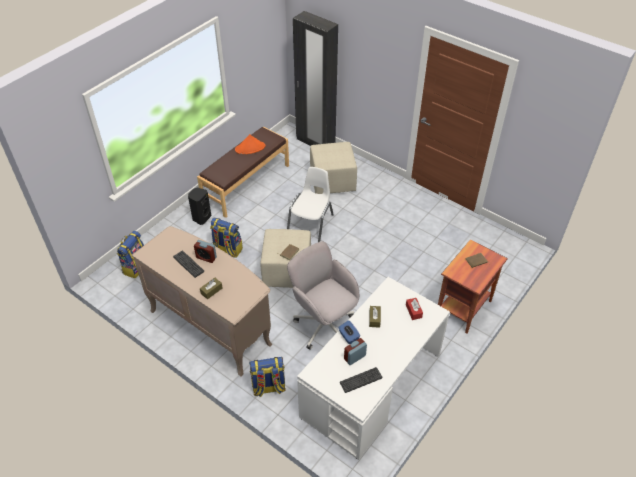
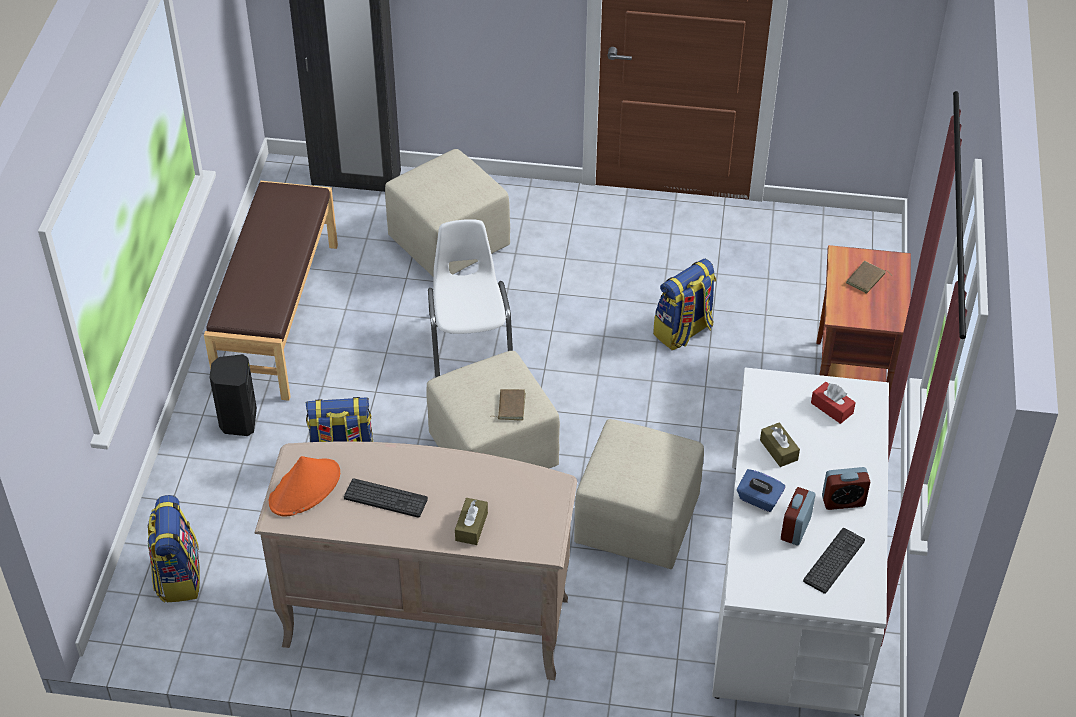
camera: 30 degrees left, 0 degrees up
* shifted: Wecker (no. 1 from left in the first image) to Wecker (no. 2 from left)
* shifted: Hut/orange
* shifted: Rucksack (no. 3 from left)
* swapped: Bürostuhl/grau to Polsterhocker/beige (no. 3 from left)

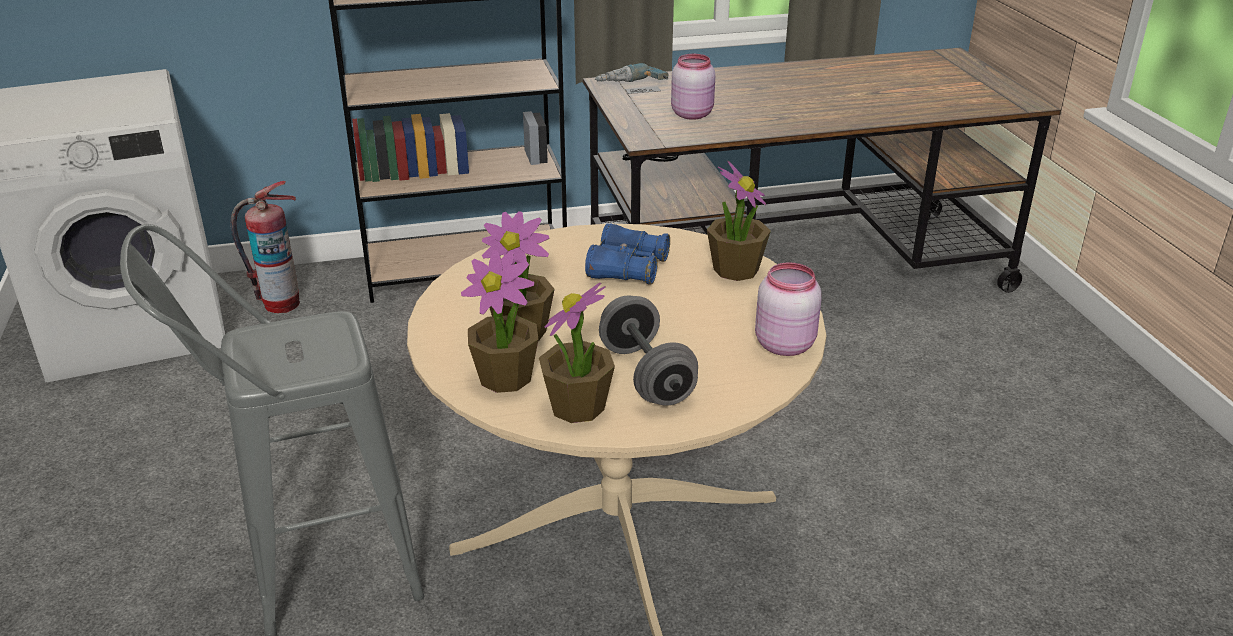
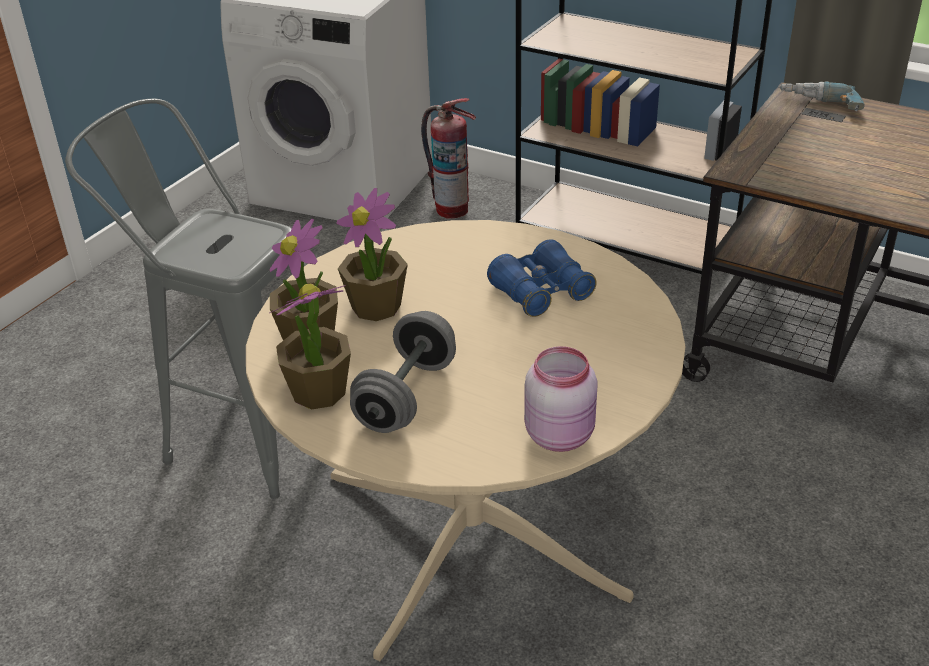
camera: 45 degrees right, 5 degrees up
* gone: Vorratsglas/rosa (no. 1 from left)
* gone: Topfpflanze (no. 4 from left)

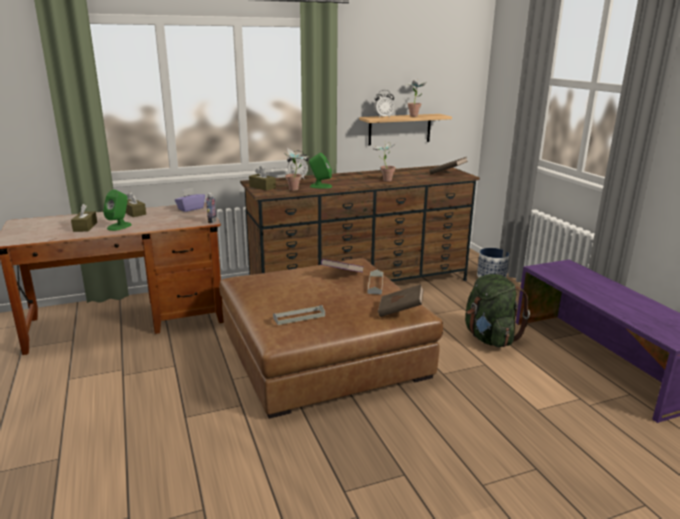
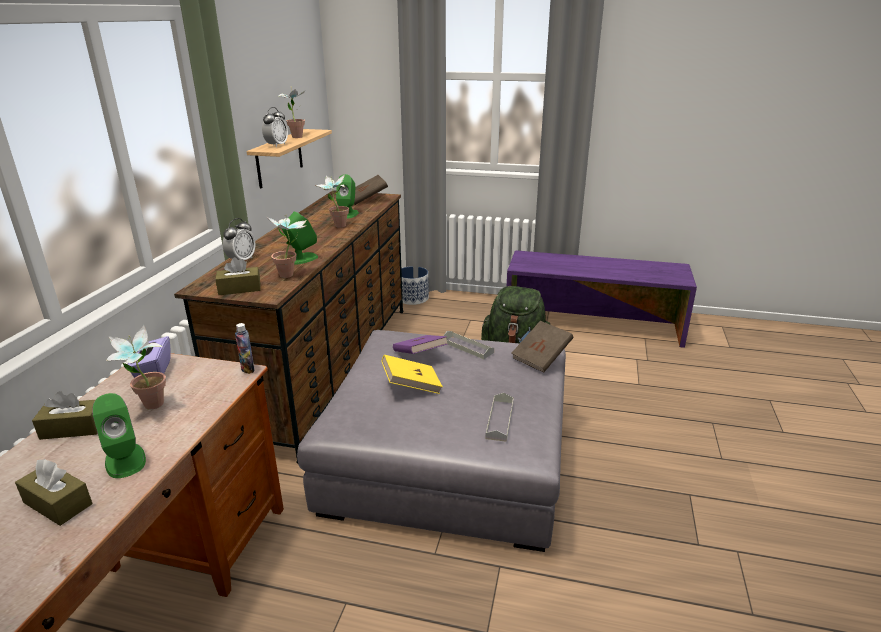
camera: 55 degrees left, 5 degrees up
* new: Topfpflanze (no. 1 from left)
* new: Lautsprecher/grün (no. 3 from left)
* new: Buch/gelb
* repainted: Polsterhocker/braun to Polsterhocker/grau

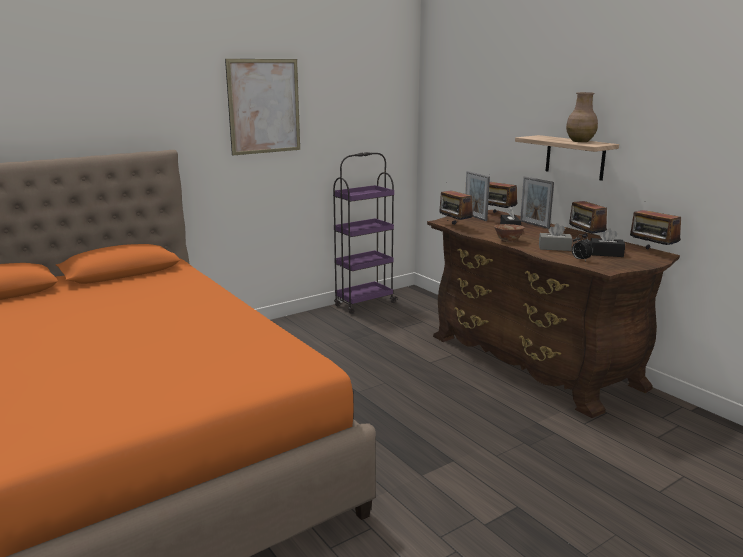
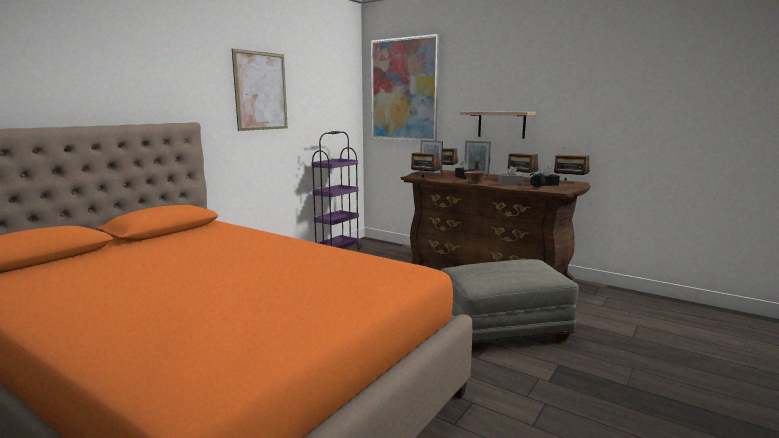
camera: 20 degrees left, 5 degrees down
* gone: Vase/braun
* new: Bild (no. 2 from left)
* new: Polsterhocker/grau

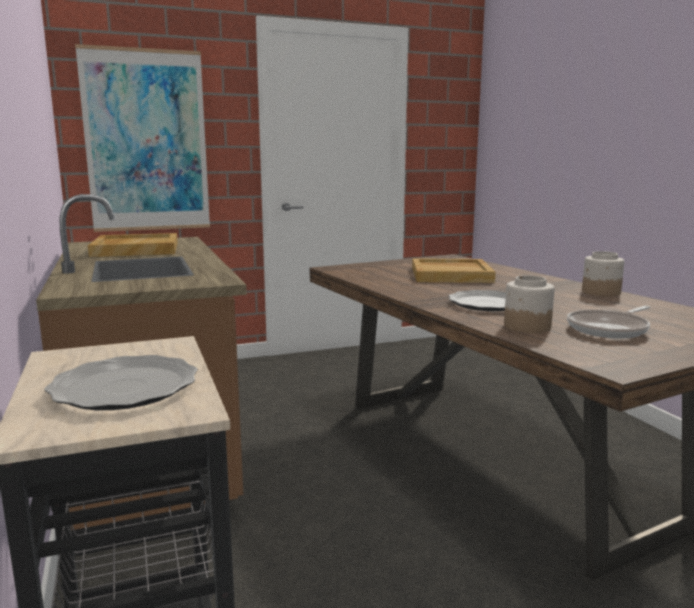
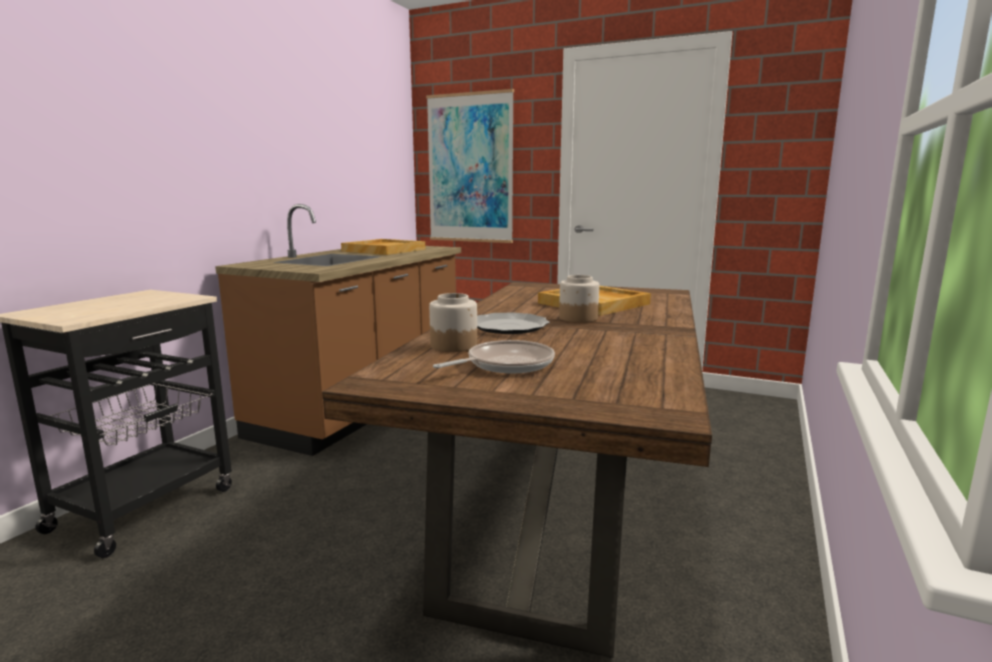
camera: 45 degrees right, 0 degrees up
* gone: Teller (no. 1 from left)
* shifted: Vorratsglas (no. 2 from left)
* rotated: Pfanne 135 degrees clockwise

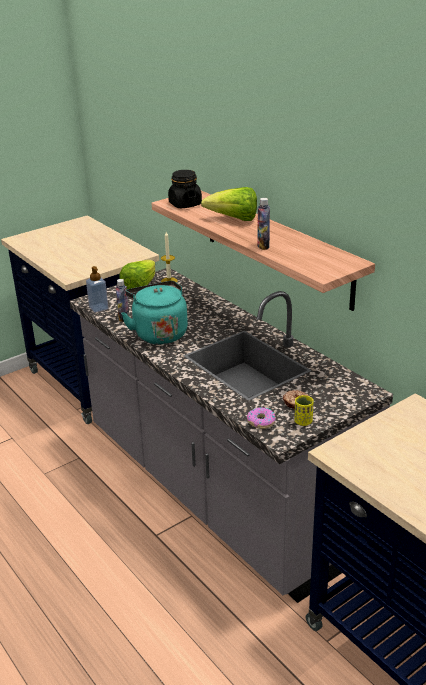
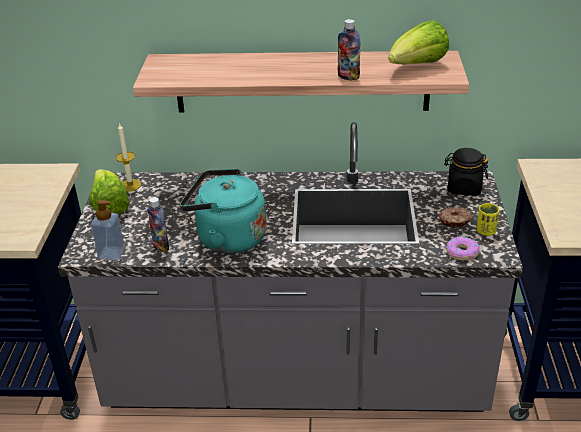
camera: 50 degrees left, 5 degrees up
* shifted: Vorratsglas/schwarz
* shifted: Salatkopf (no. 2 from left)

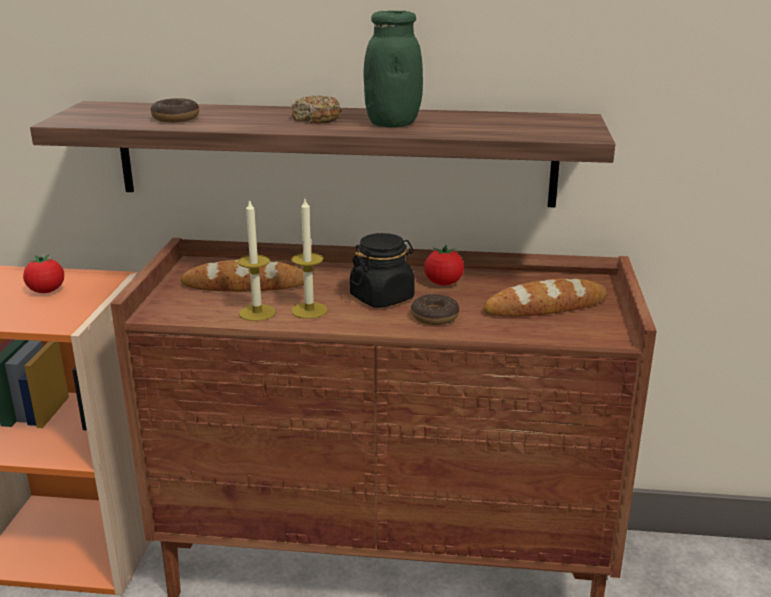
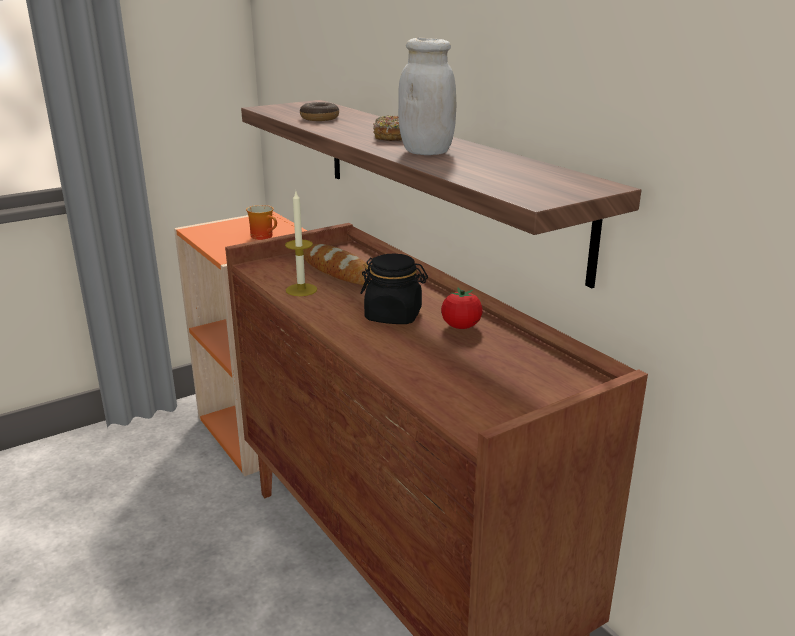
camera: 50 degrees right, 0 degrees up
* gone: Kerze (no. 2 from left)
* gone: Donut (no. 3 from left)
* gone: Brot (no. 2 from left)
* swapped: Tomate (no. 1 from left) to Henkelbecher
* repainted: Vorratsglas/grün to Vorratsglas/weiß

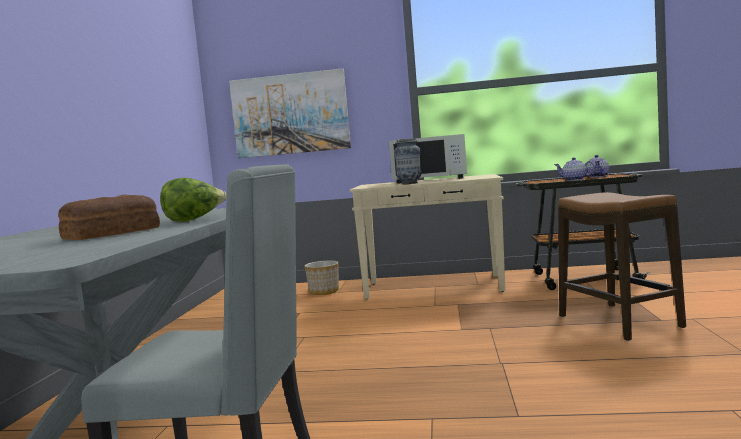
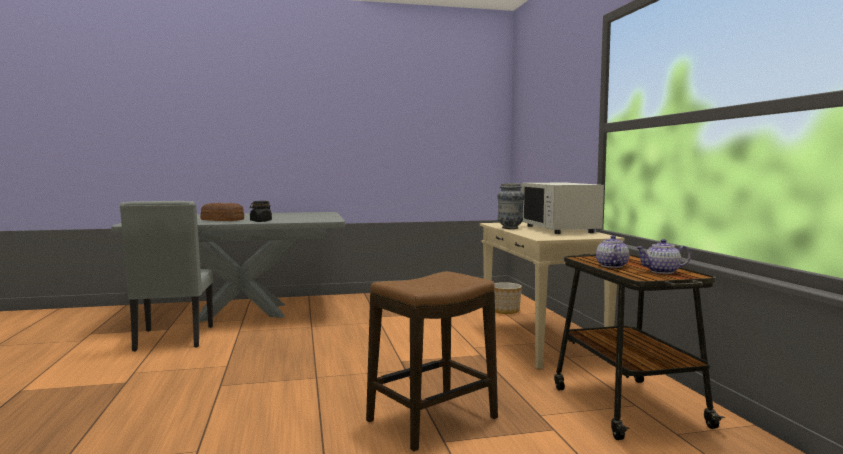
camera: 70 degrees right, 0 degrees up
* gone: Bild
* swapped: Salatkopf to Vorratsglas/schwarz

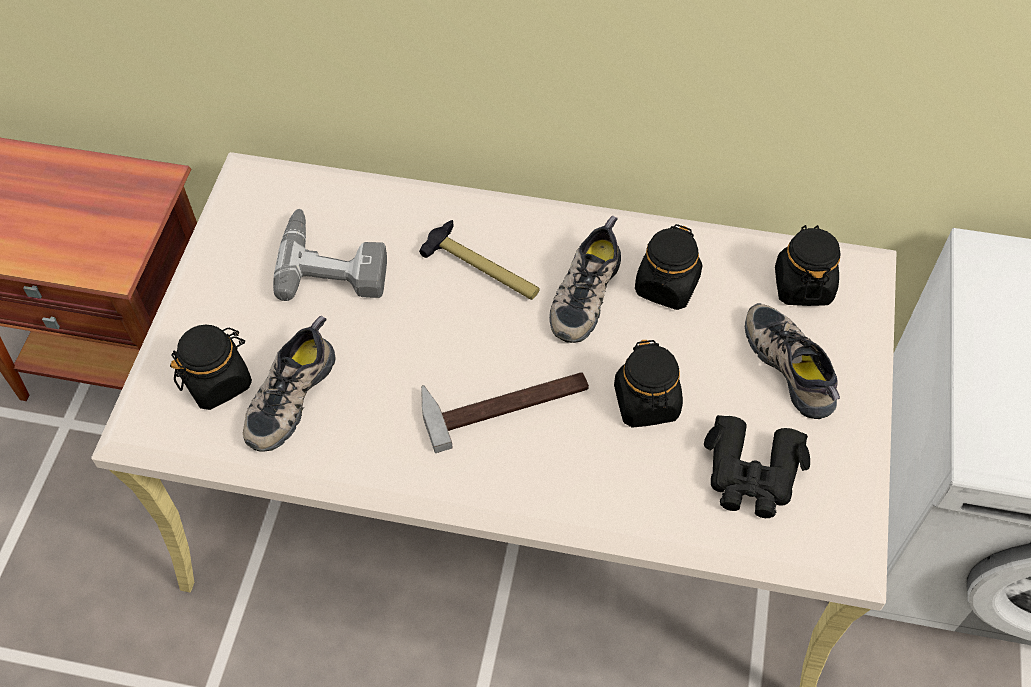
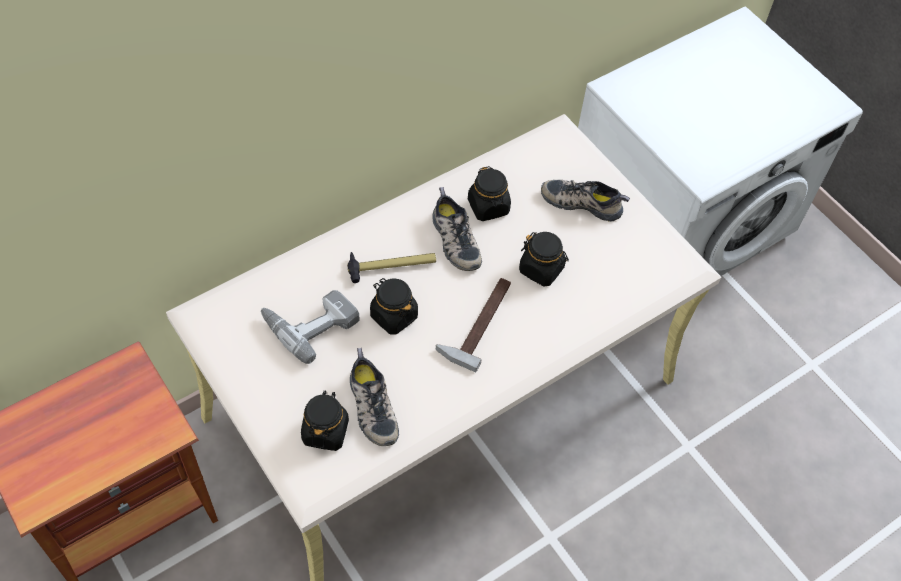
camera: 50 degrees left, 0 degrees up
* gone: Fernglas/schwarz
* shifted: Vorratsglas/schwarz (no. 4 from left in the first image) to Vorratsglas/schwarz (no. 2 from left)

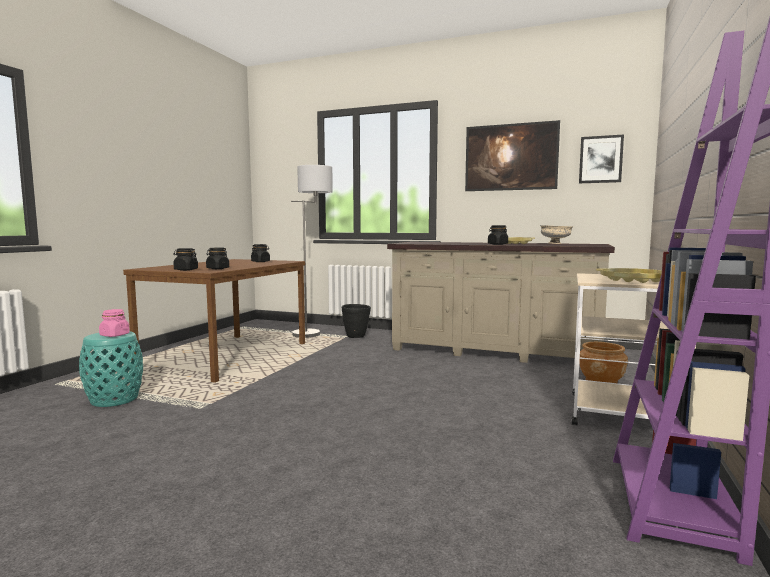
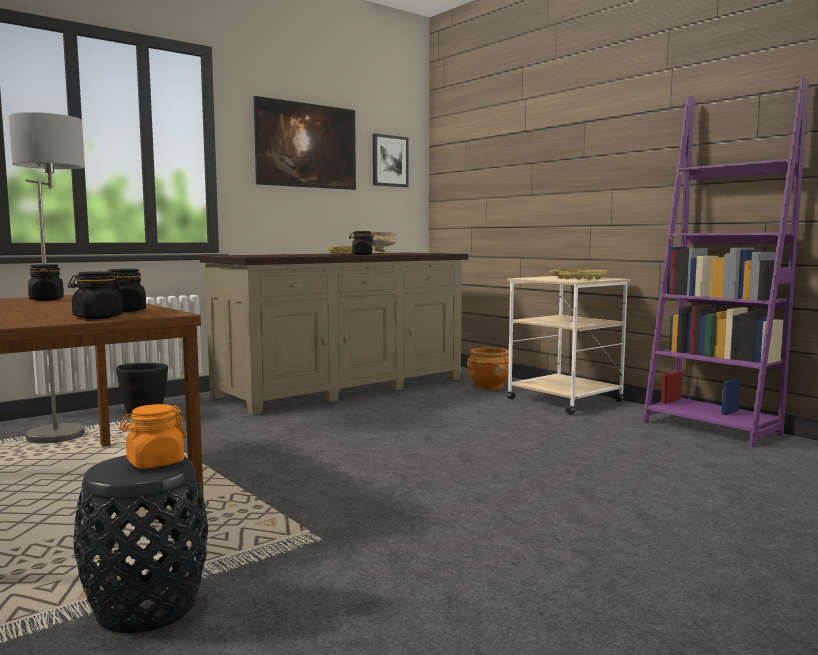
camera: 60 degrees left, 0 degrees up
* repainted: Hocker/türkis to Hocker/schwarz
* repainted: Vorratsglas/rosa to Vorratsglas/orange

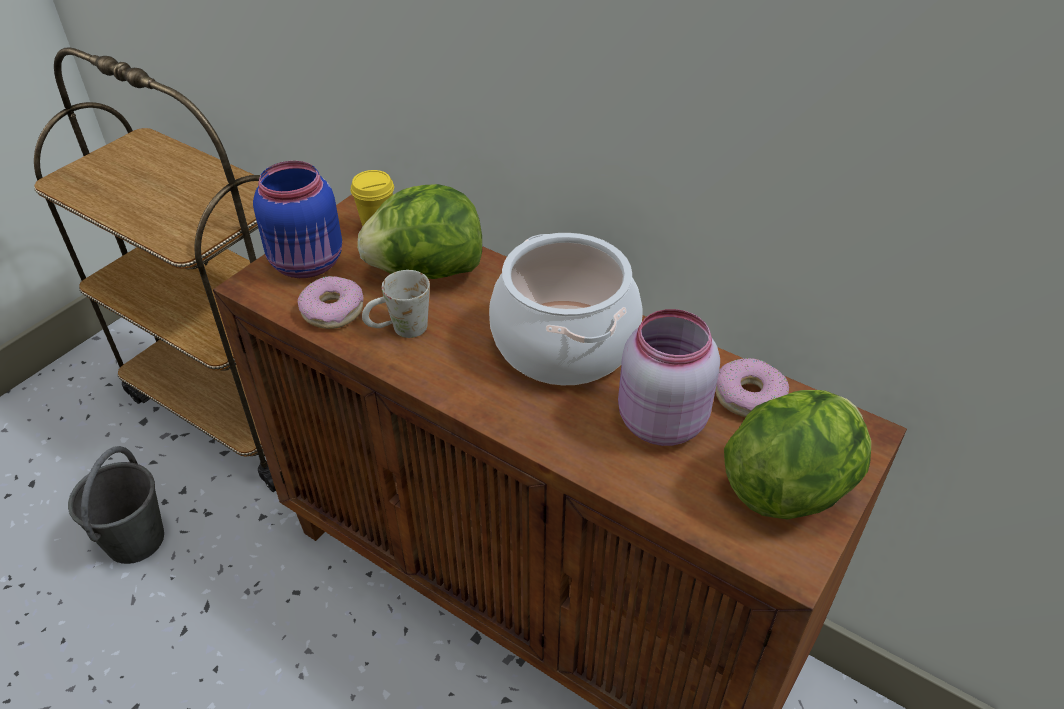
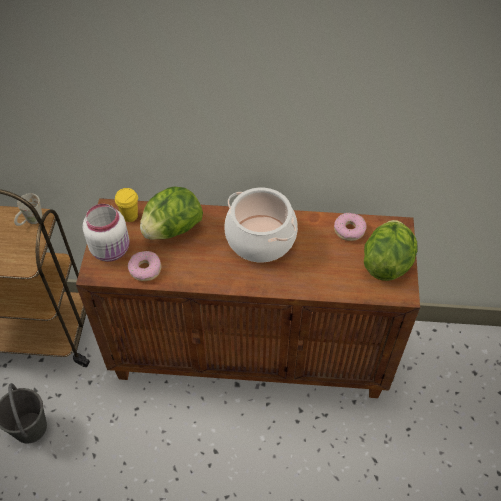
camera: 30 degrees left, 10 degrees up
* gone: Vorratsglas/rosa
* shifted: Henkelbecher/weiß
* repainted: Vorratsglas/blau to Vorratsglas/weiß

